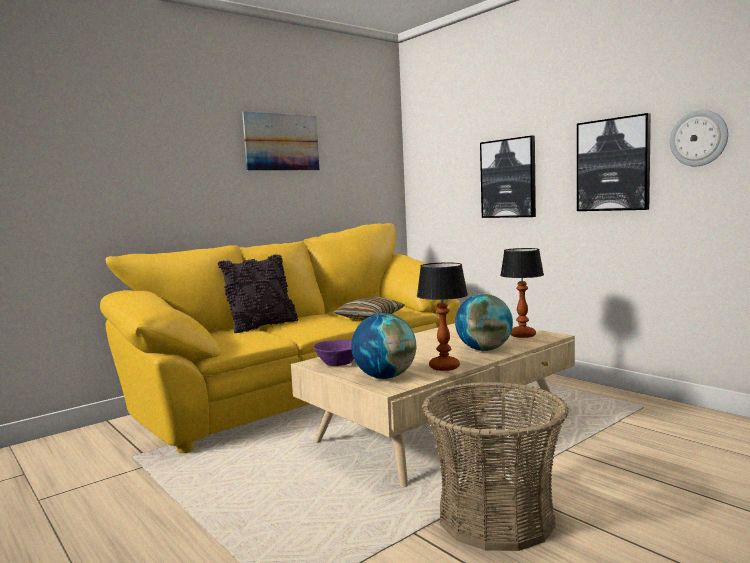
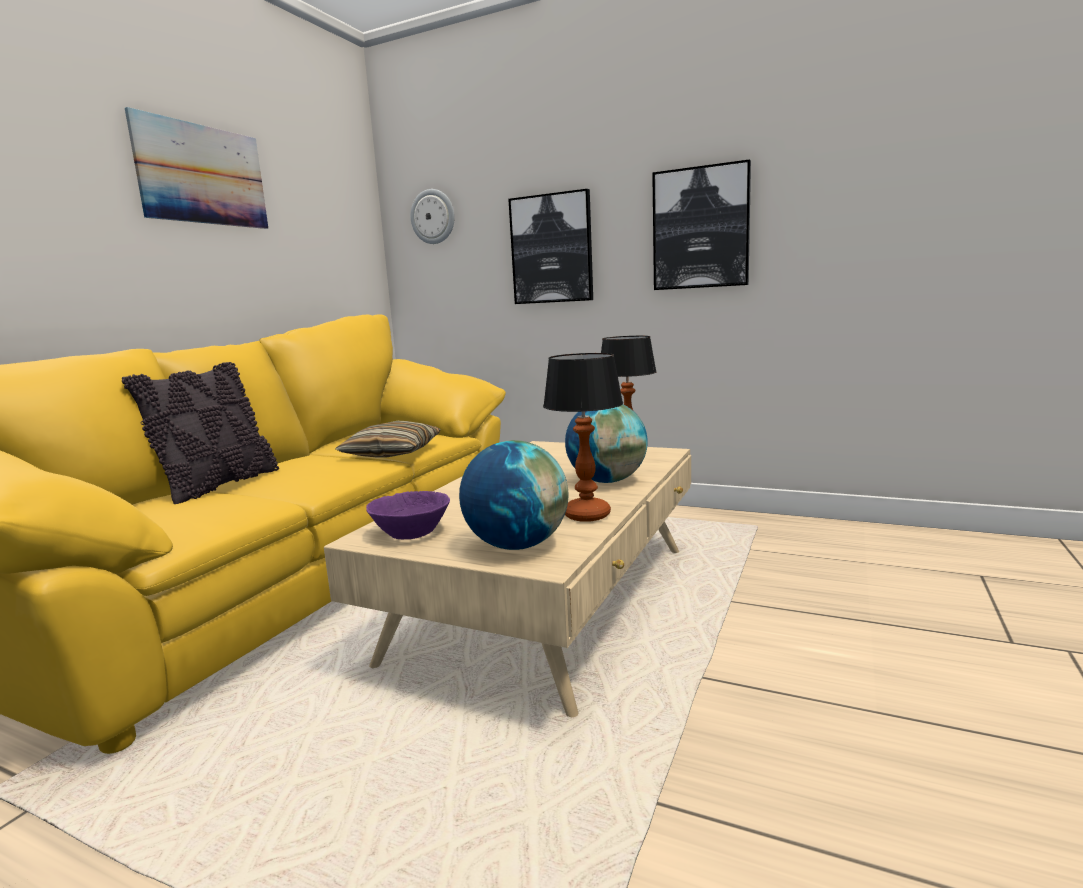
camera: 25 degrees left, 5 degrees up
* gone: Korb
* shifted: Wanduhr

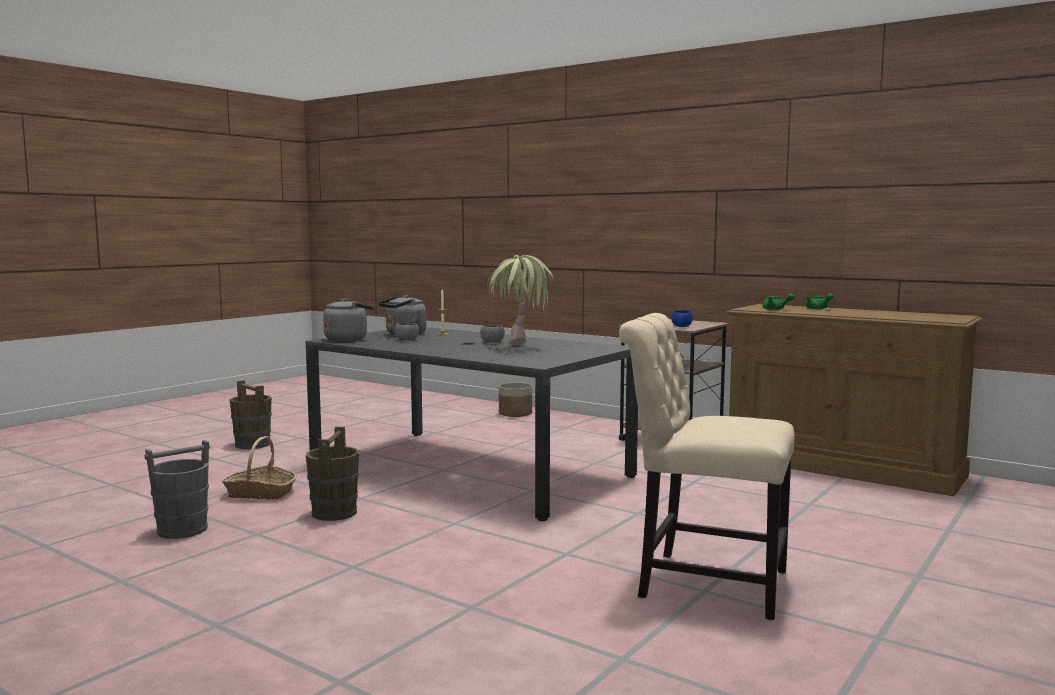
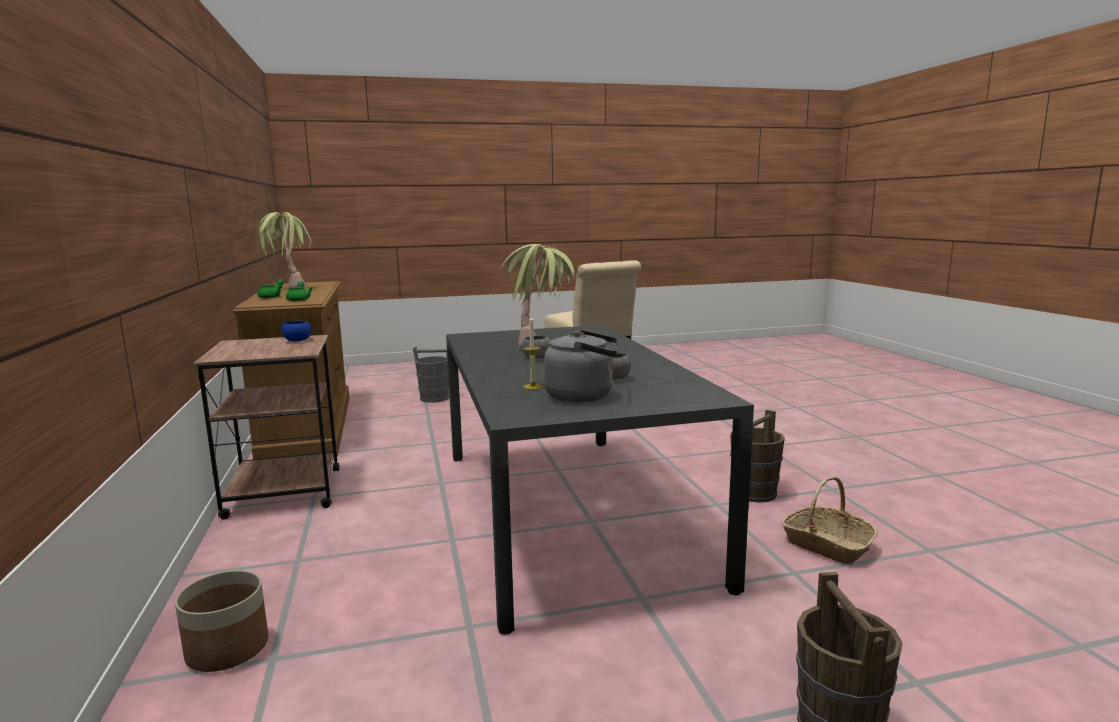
camera: 140 degrees left, 5 degrees up
* gone: Wasserkessel/grau (no. 1 from left)
* new: Topfpflanze (no. 1 from left)
* shifted: Eimer/grau

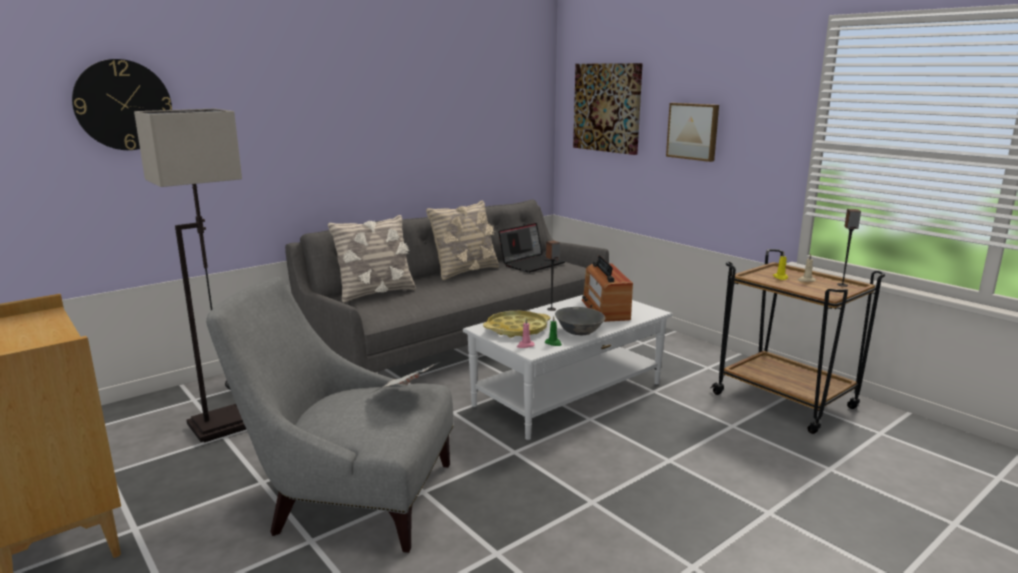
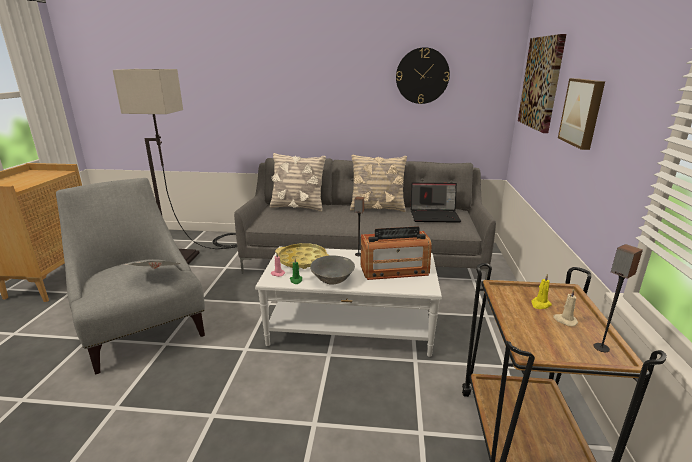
camera: 45 degrees right, 5 degrees up
* shifted: Wanduhr
* rotated: Radio 135 degrees counterclockwise

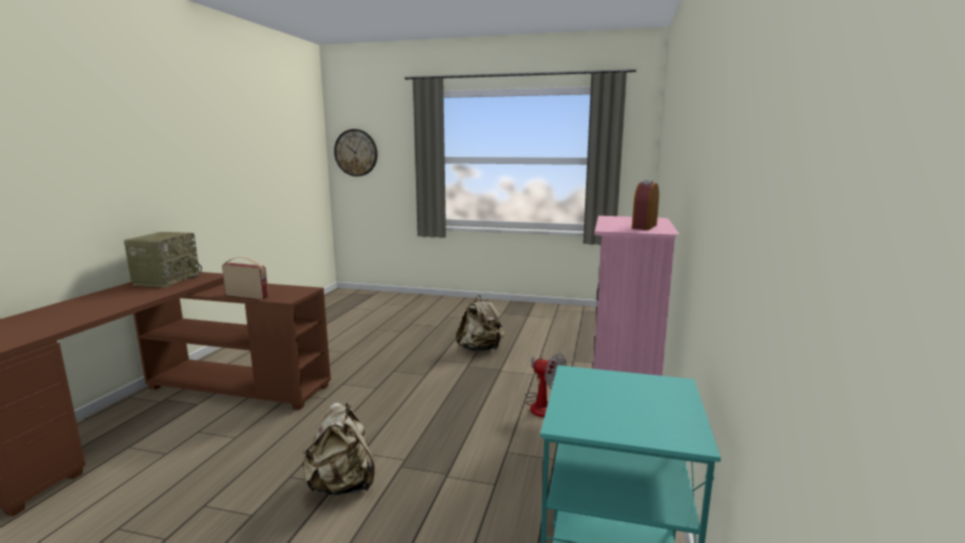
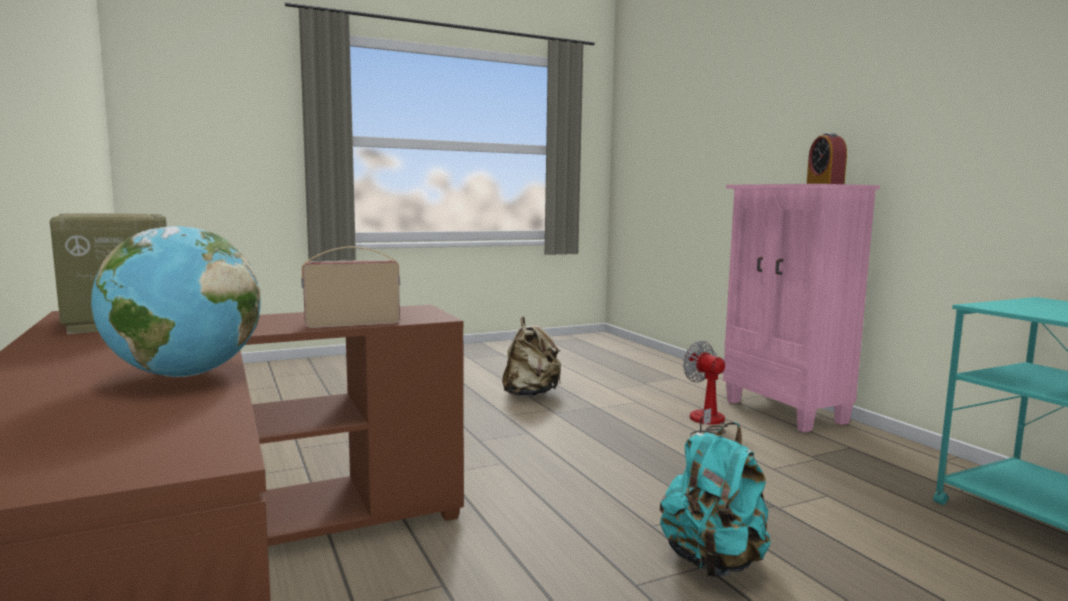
camera: 40 degrees left, 5 degrees down
* gone: Wanduhr
* new: Globus
* repainted: Rucksack/beige (no. 1 from left) to Rucksack/türkis
* rotated: Ventilator 120 degrees counterclockwise

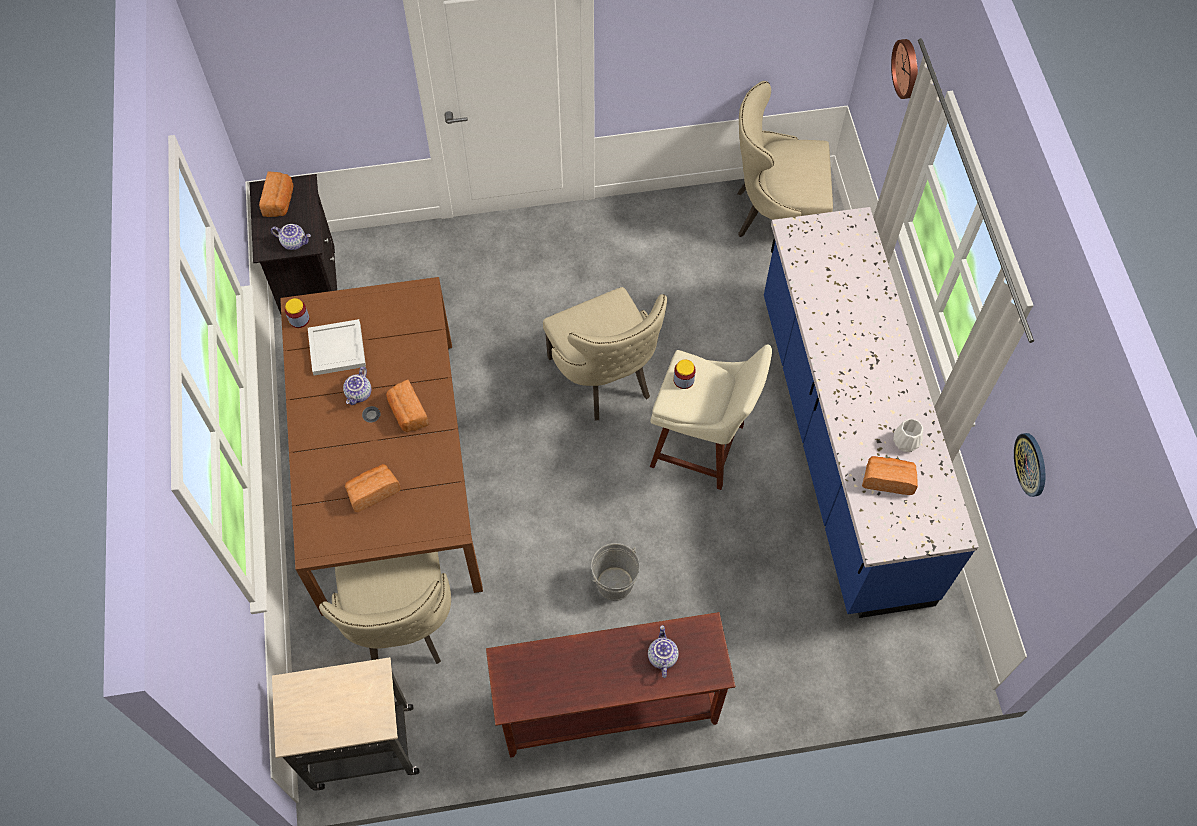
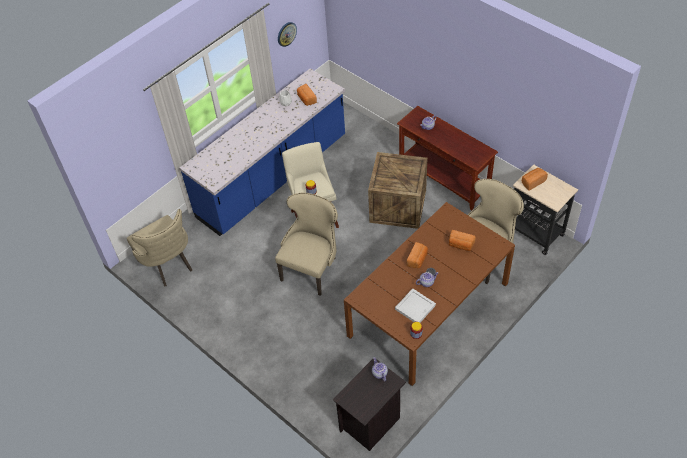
camera: 125 degrees left, 10 degrees down
* gone: Wanduhr (no. 1 from left)
* shifted: Brot (no. 1 from left in the first image) to Brot (no. 4 from left)
* swapped: Eimer/grau to Kiste

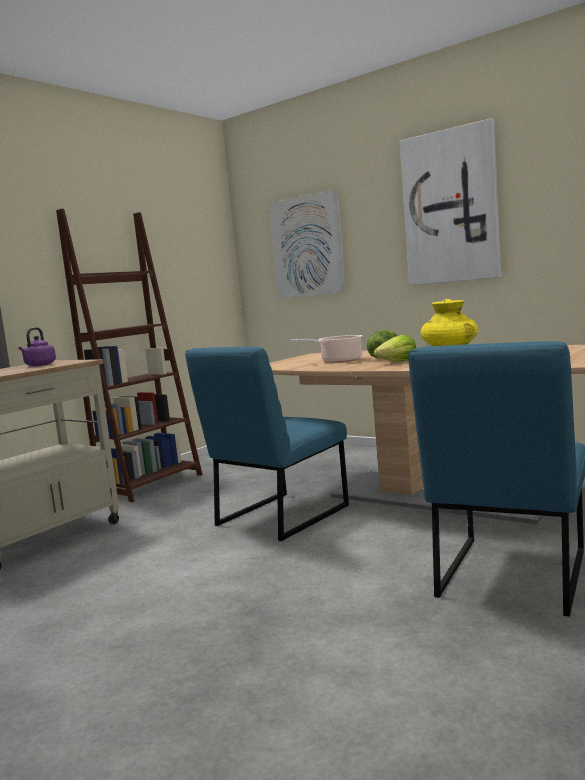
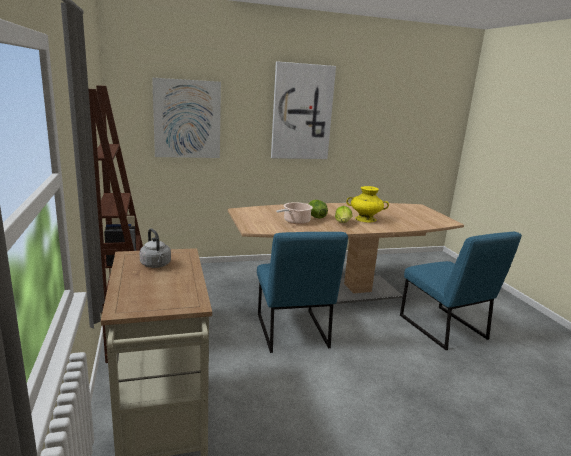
camera: 55 degrees left, 10 degrees up
* repainted: Wasserkessel/lila to Wasserkessel/grau

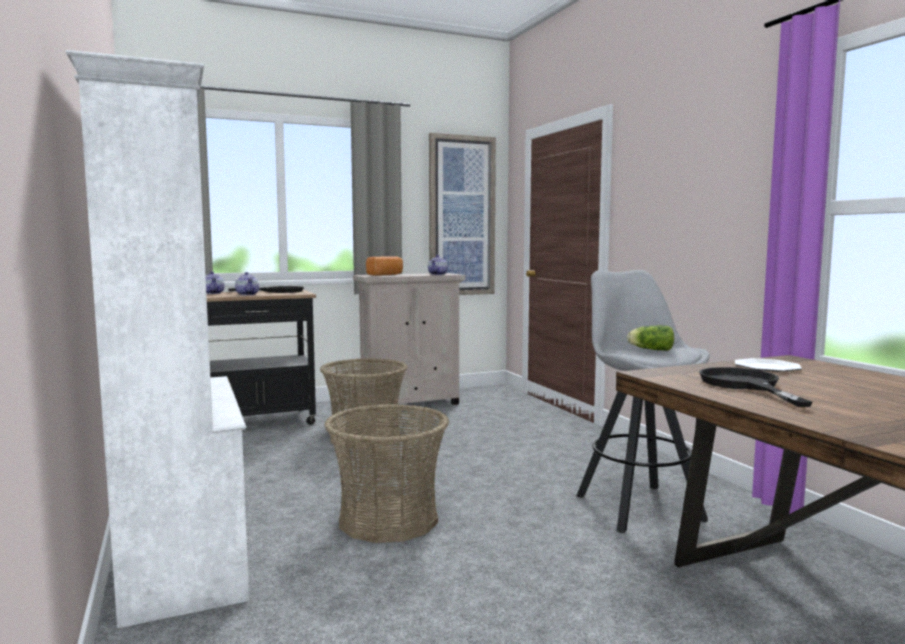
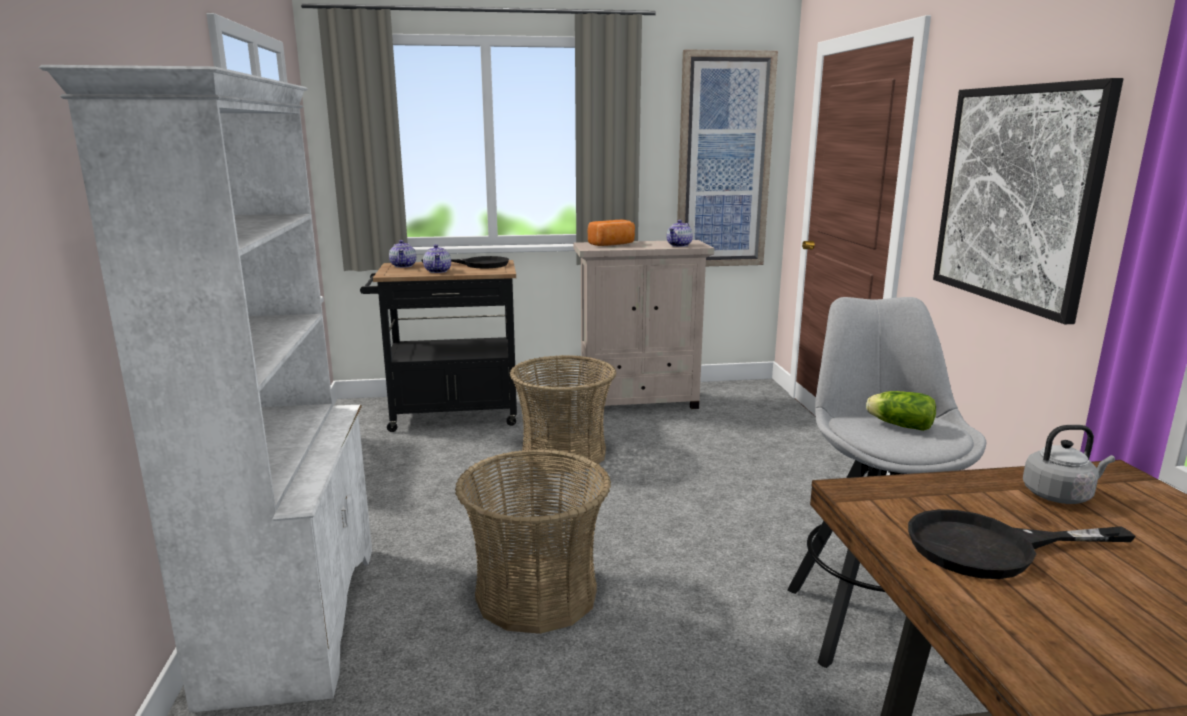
camera: 15 degrees right, 10 degrees up
* new: Bild (no. 2 from left)
* swapped: Teller to Wasserkessel/grau
* rotated: Pfanne/schwarz (no. 2 from left) 105 degrees counterclockwise

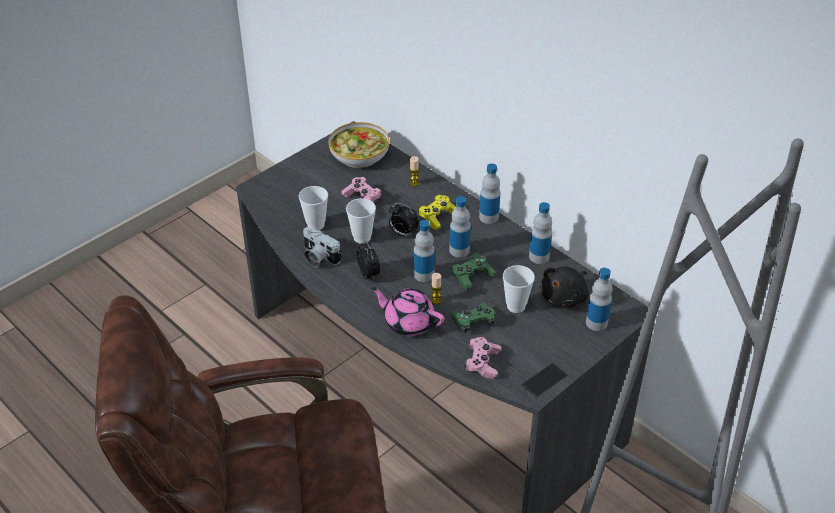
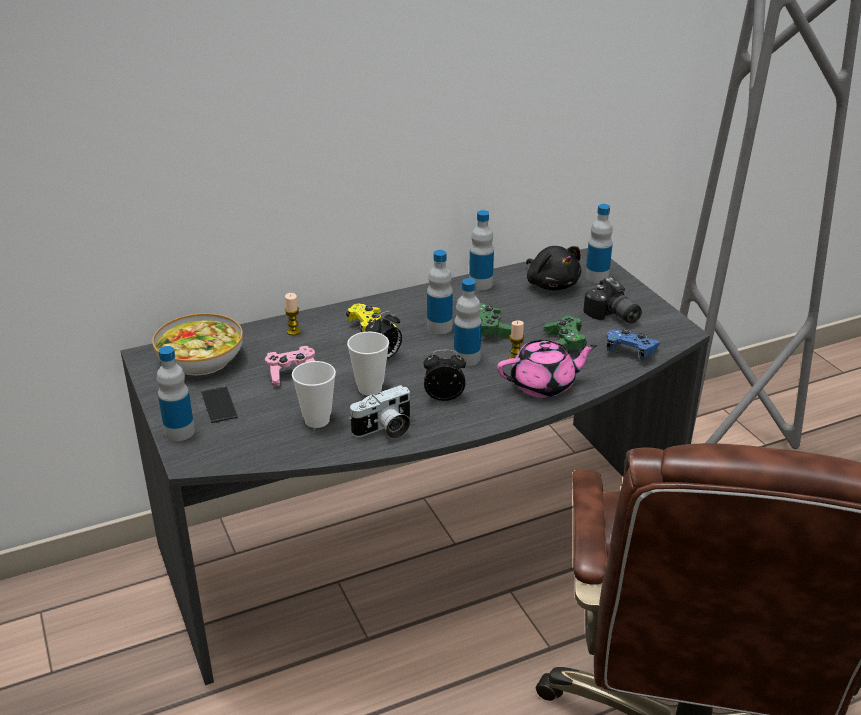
camera: 70 degrees left, 10 degrees down
* gone: Tasse (no. 3 from left)
* new: Kamera (no. 2 from left)
* shifted: Flasche (no. 3 from left in the first image) to Flasche (no. 1 from left)
* shifted: Handy
* repainted: Gamepad/rosa (no. 2 from left) to Gamepad/blau
* rotated: Teekanne/rosa 150 degrees counterclockwise

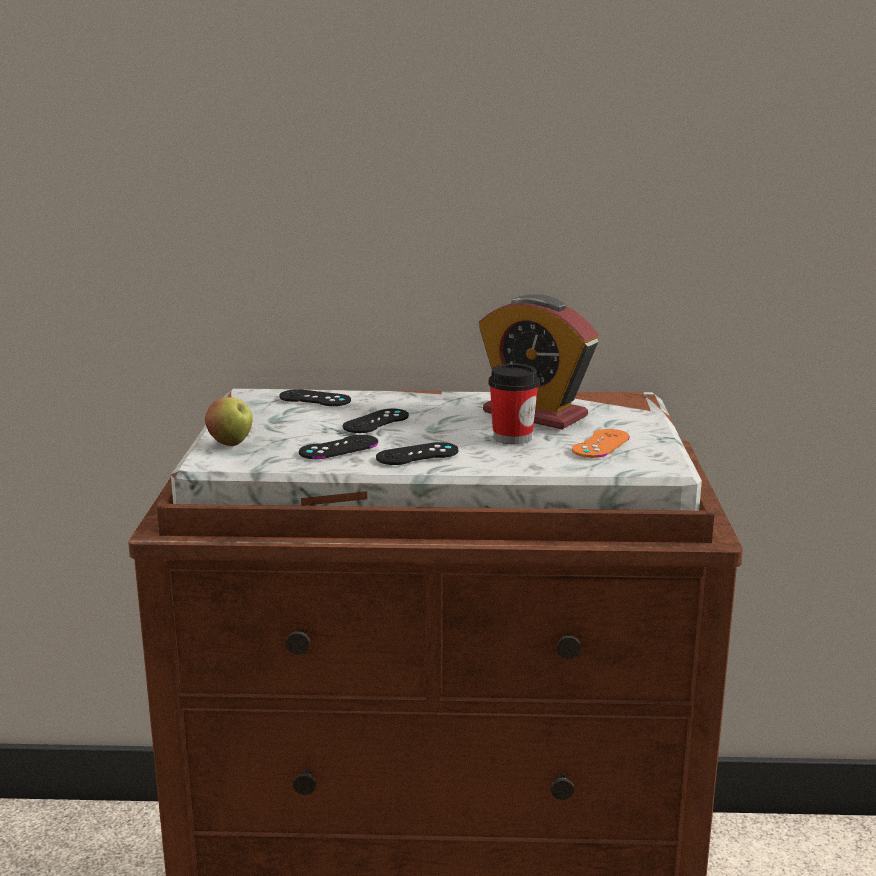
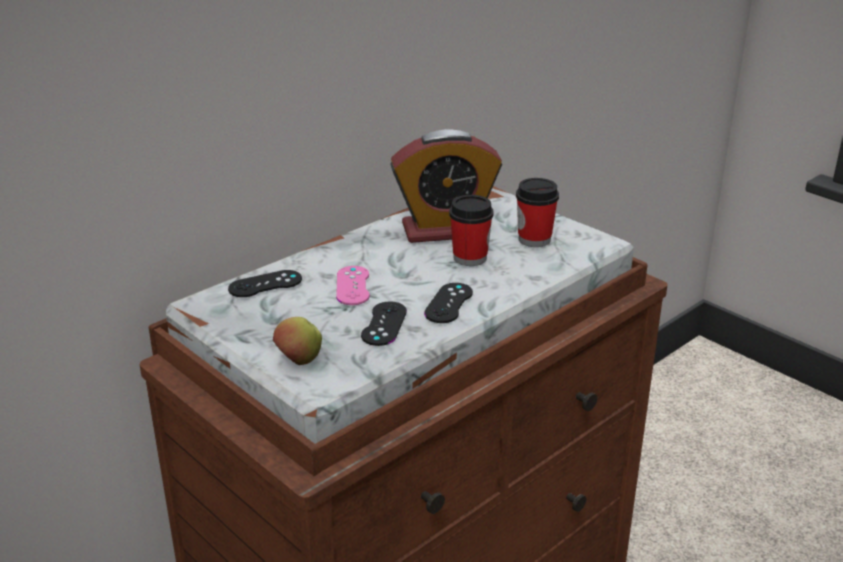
camera: 45 degrees left, 10 degrees up
* swapped: Gamepad/orange to Tasse (no. 2 from left)
* repainted: Gamepad/schwarz (no. 3 from left) to Gamepad/rosa

